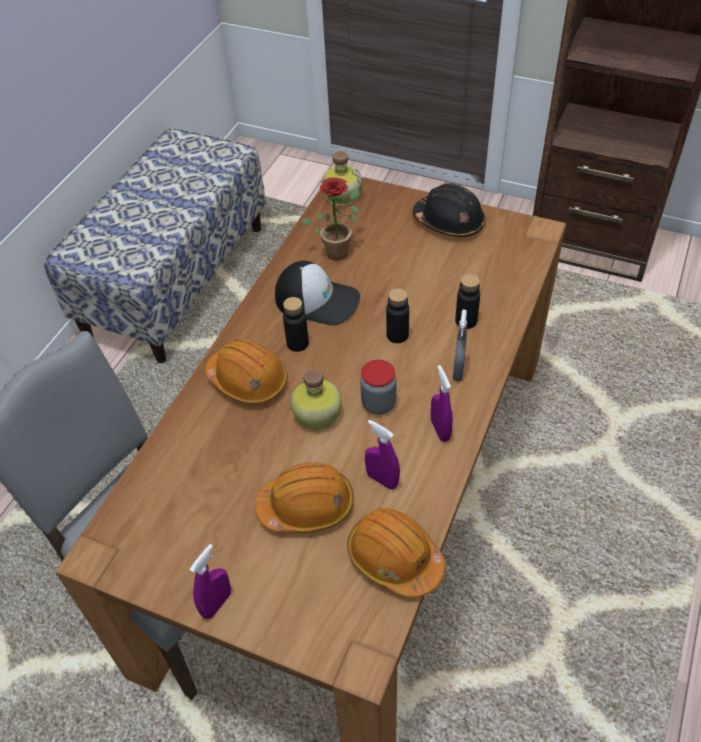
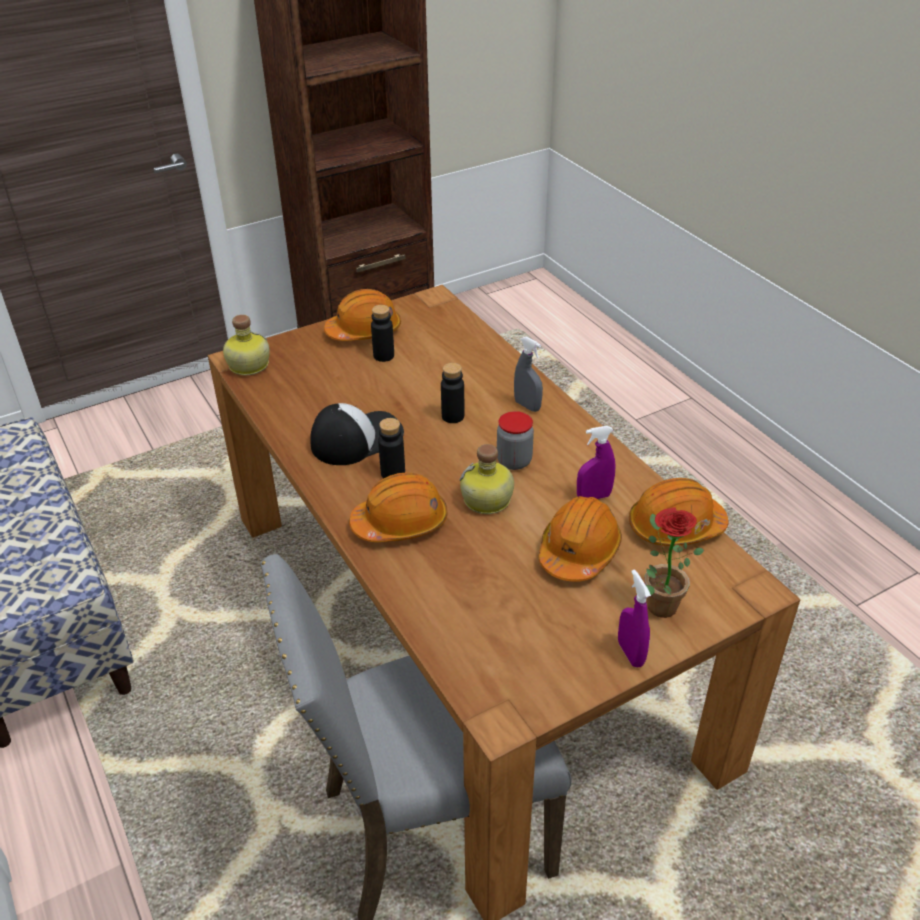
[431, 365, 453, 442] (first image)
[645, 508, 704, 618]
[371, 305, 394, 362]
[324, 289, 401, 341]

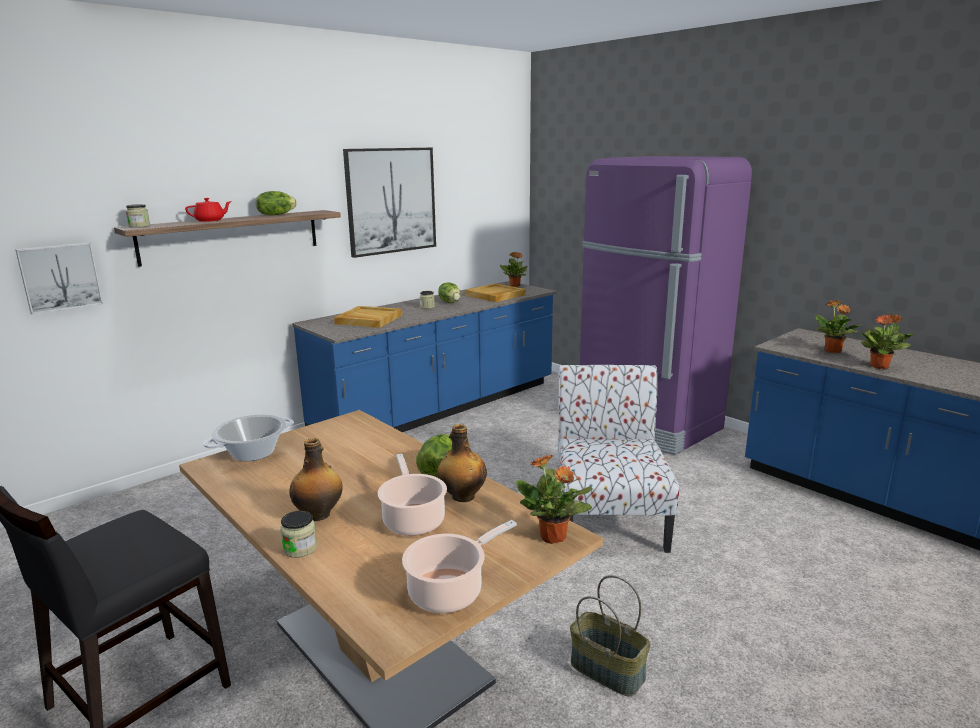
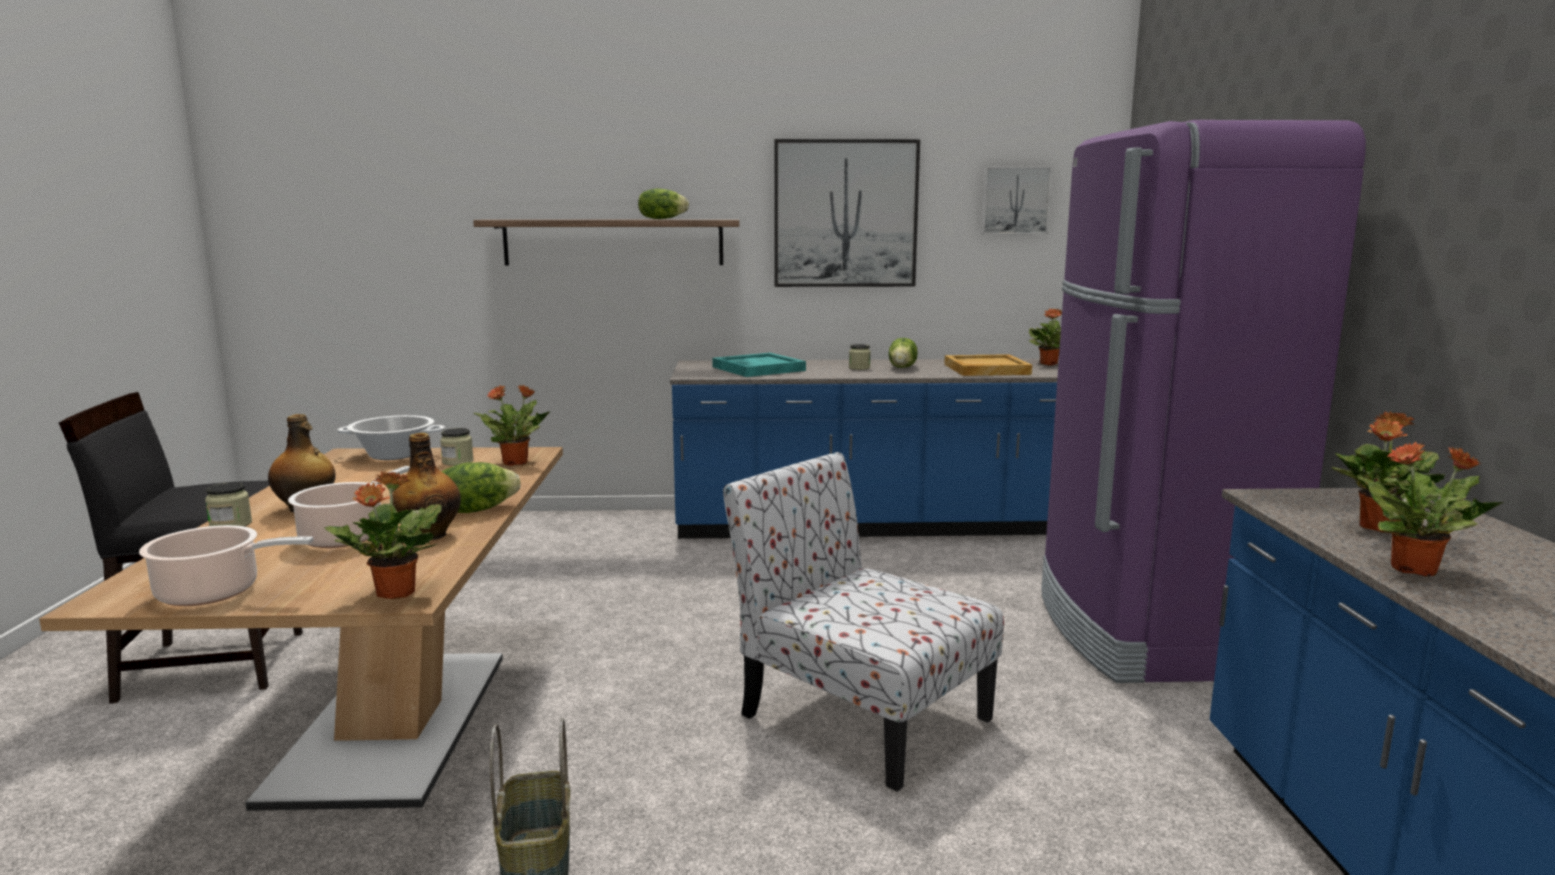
[185, 198, 232, 222] (first image)
[473, 384, 551, 466]
[981, 166, 1052, 234]
[440, 428, 474, 466]
[712, 353, 806, 377]
[723, 452, 1004, 792]

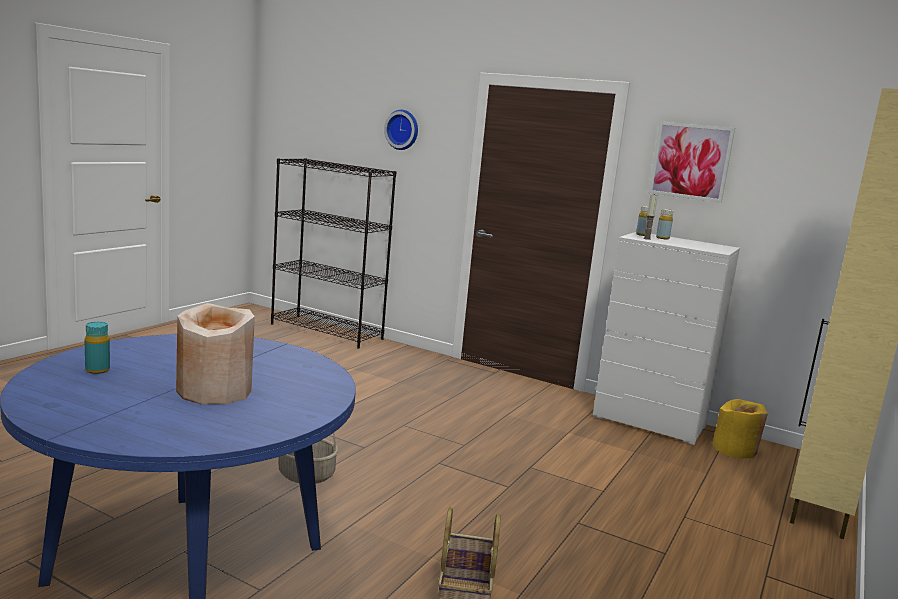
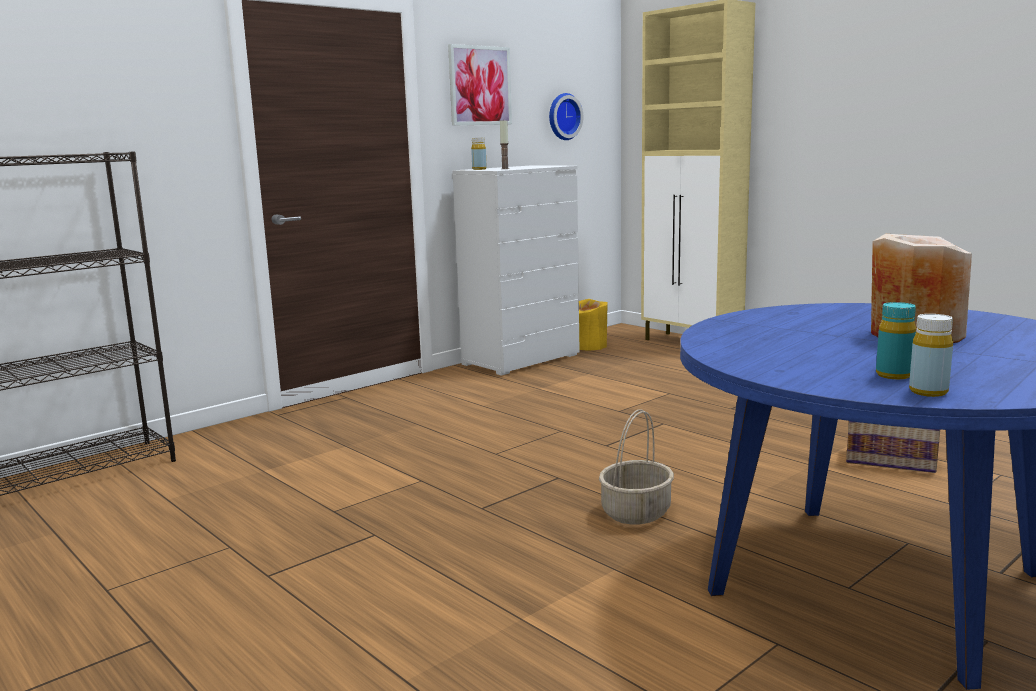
[549, 93, 583, 140]
[909, 314, 953, 397]

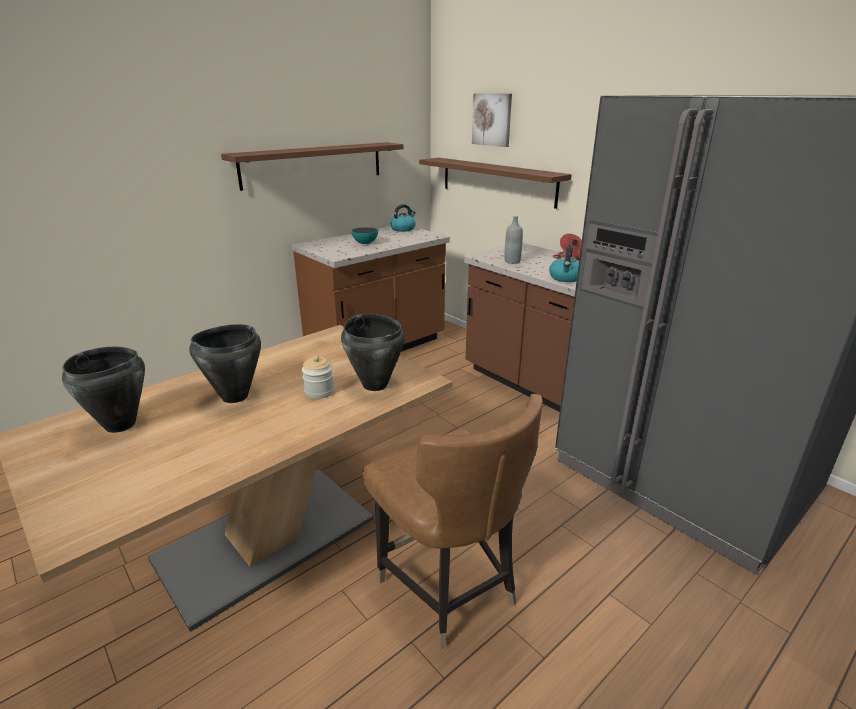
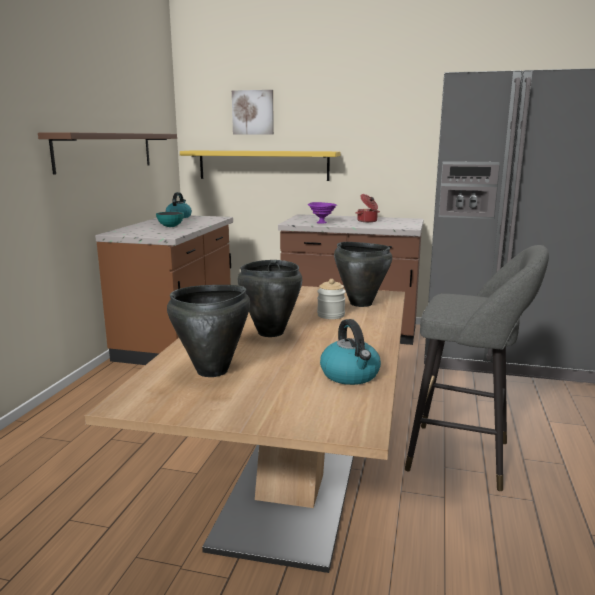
[320, 319, 381, 385]
[405, 245, 549, 491]
[308, 202, 337, 223]
[180, 151, 341, 181]

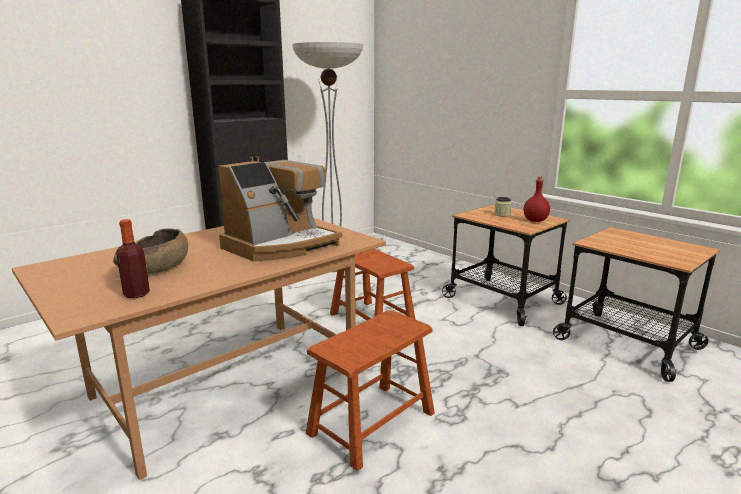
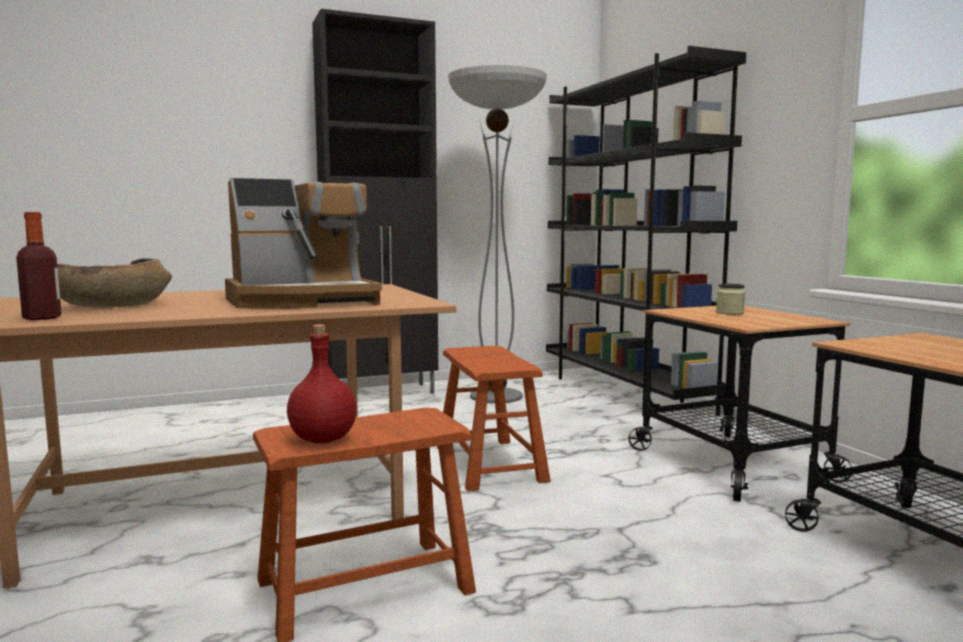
[546, 46, 746, 416]
[287, 324, 357, 443]

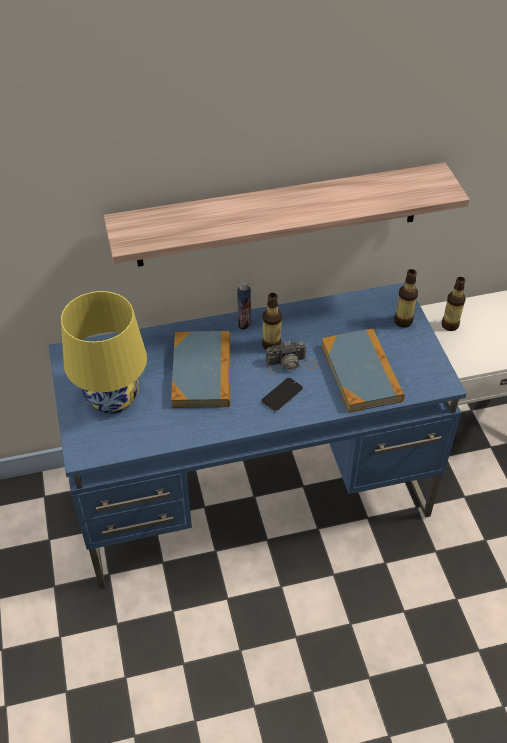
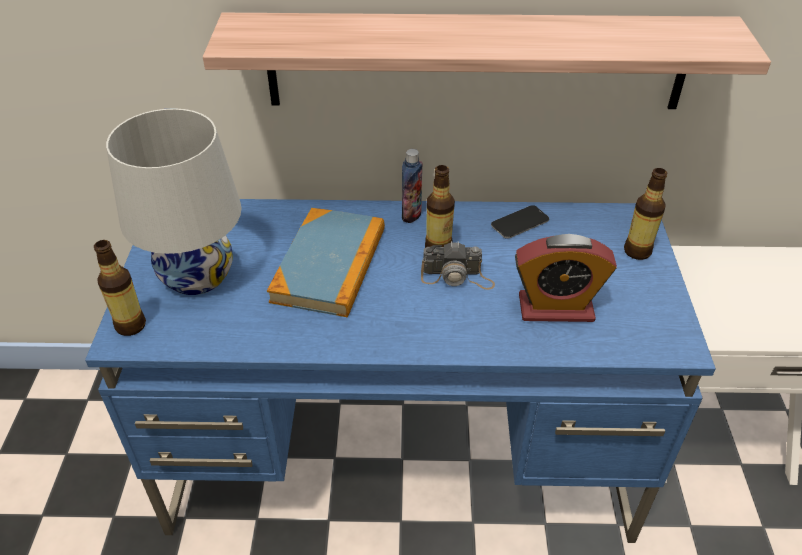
[491, 205, 549, 239]
[94, 240, 146, 336]
[515, 234, 617, 322]
[106, 108, 241, 295]

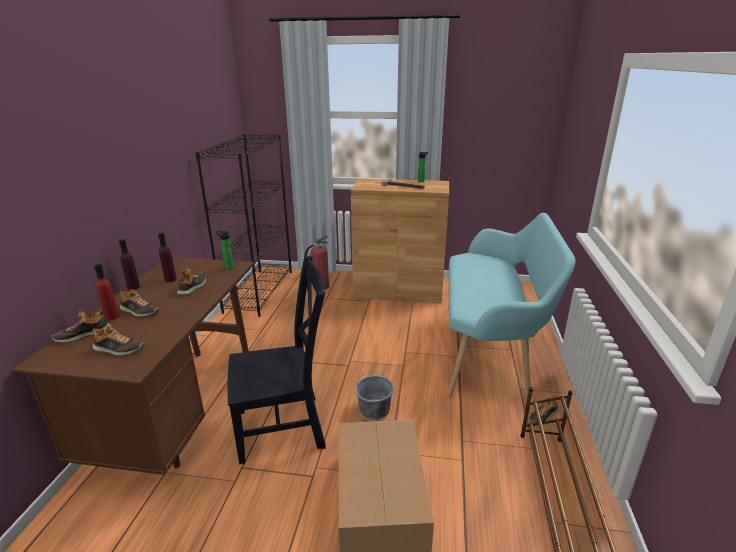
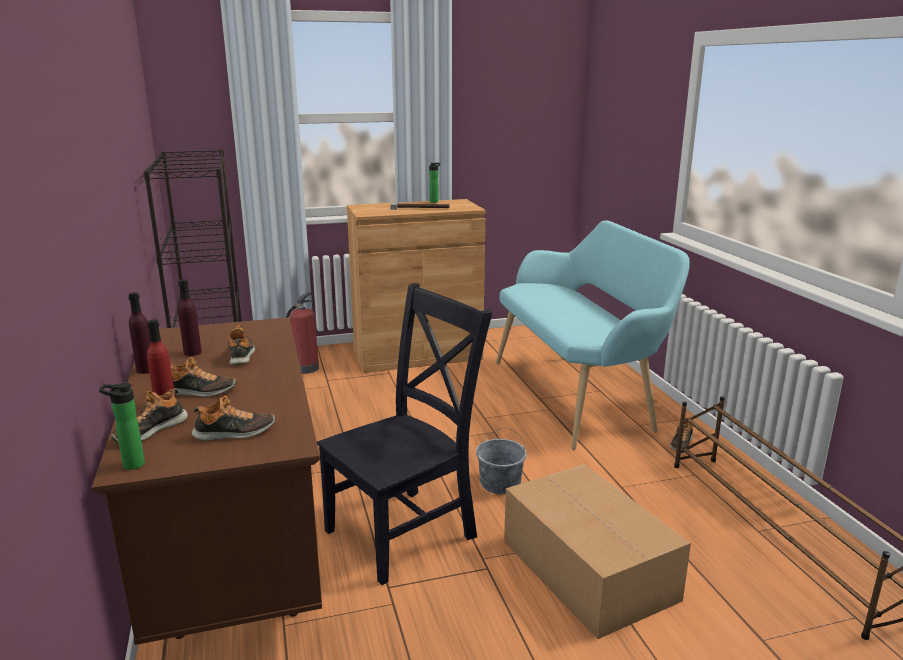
[99, 383, 145, 470]

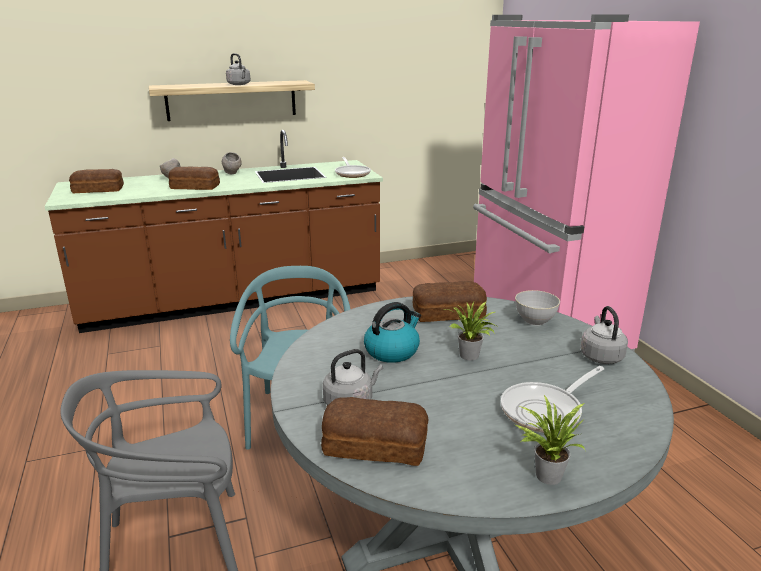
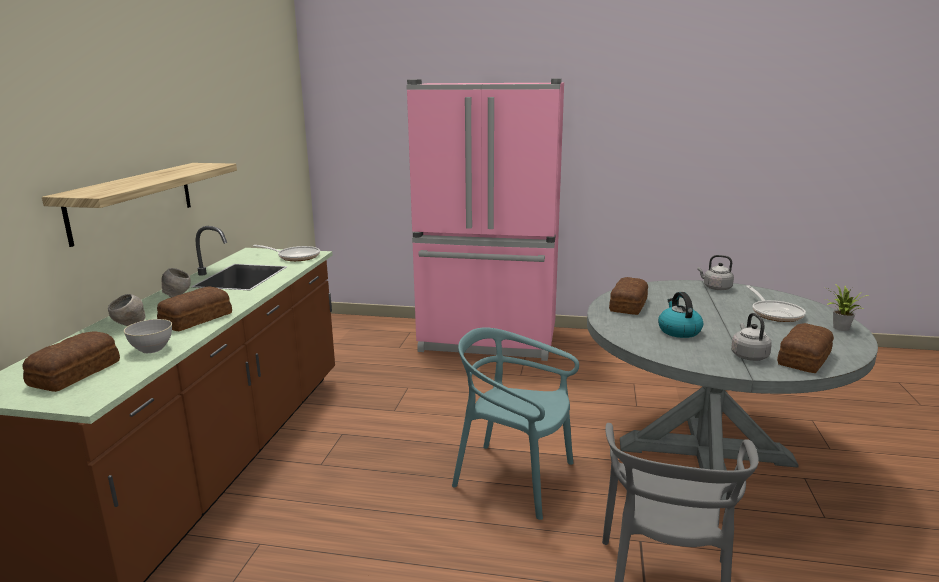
[226, 53, 250, 85] (first image)
[445, 302, 496, 361] (first image)
[124, 319, 172, 353]

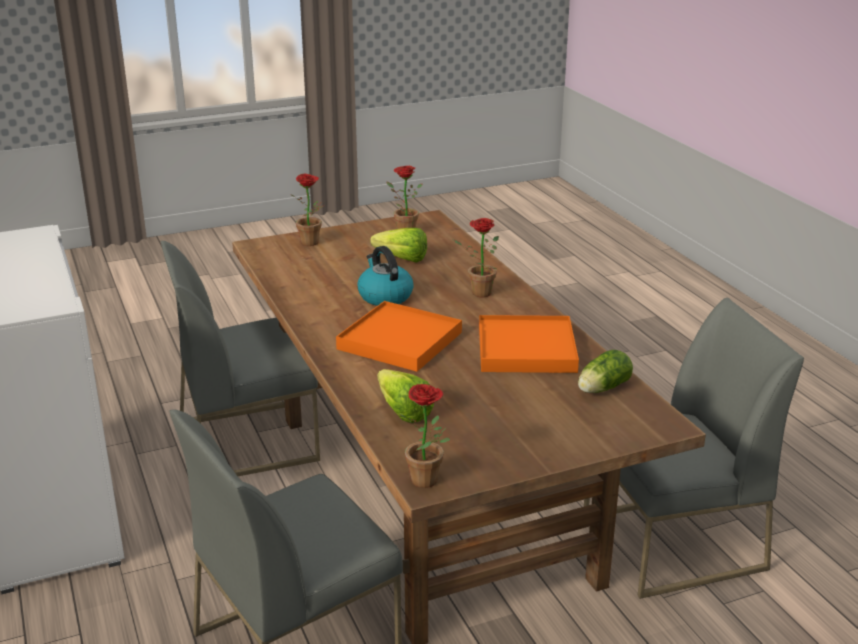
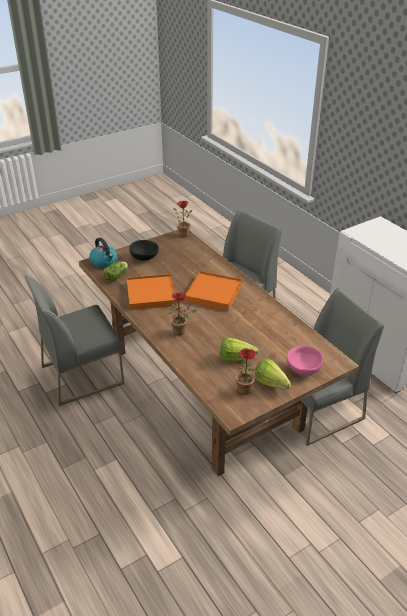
[129, 240, 159, 261]
[89, 238, 118, 268]
[255, 359, 291, 389]
[287, 346, 323, 376]

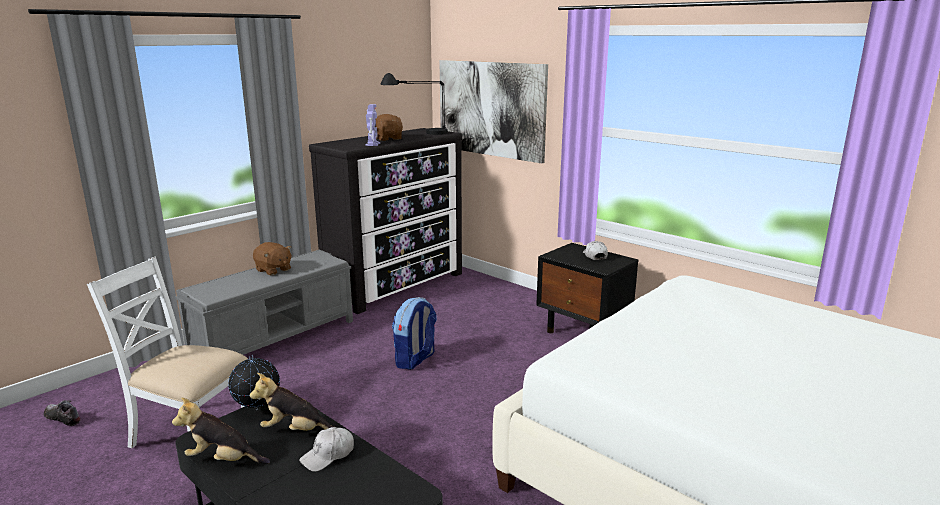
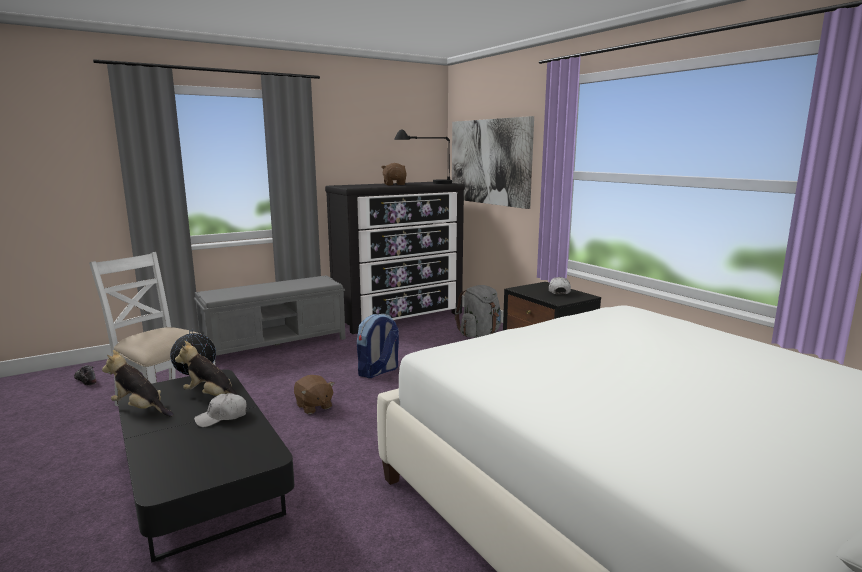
[365, 104, 380, 146] (first image)
[455, 285, 501, 338]
[294, 375, 334, 414]

